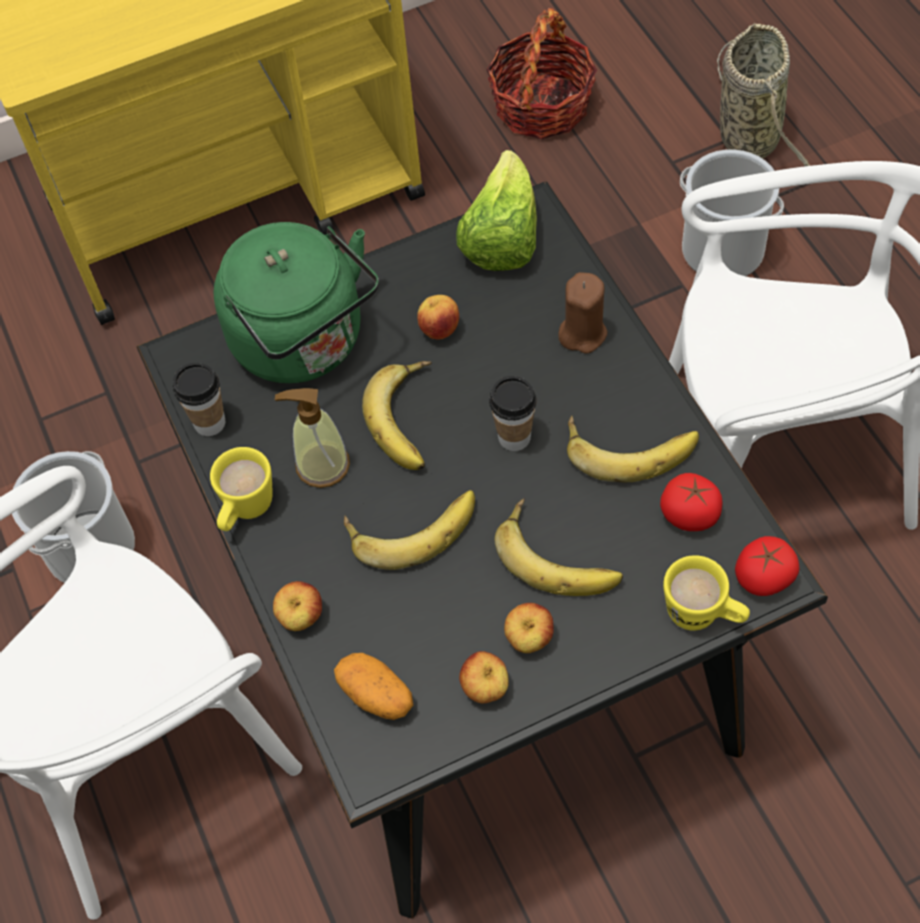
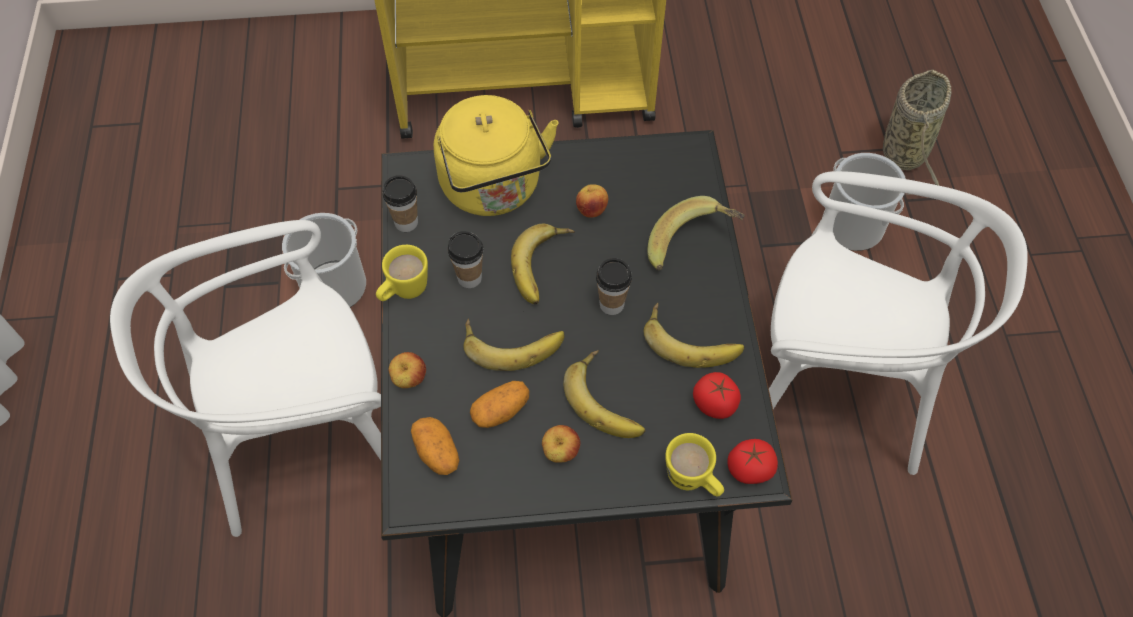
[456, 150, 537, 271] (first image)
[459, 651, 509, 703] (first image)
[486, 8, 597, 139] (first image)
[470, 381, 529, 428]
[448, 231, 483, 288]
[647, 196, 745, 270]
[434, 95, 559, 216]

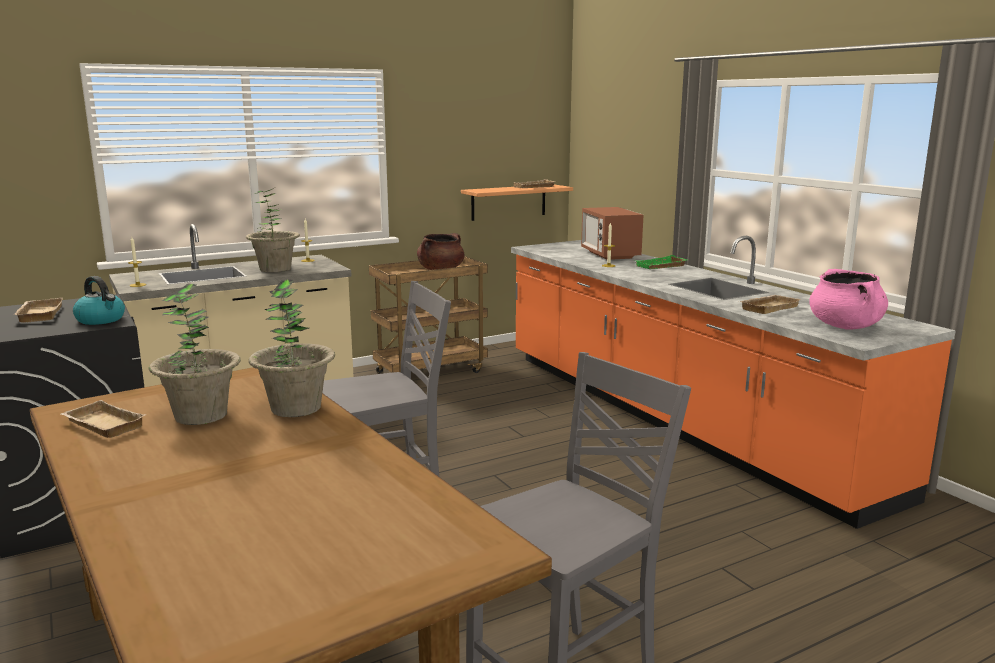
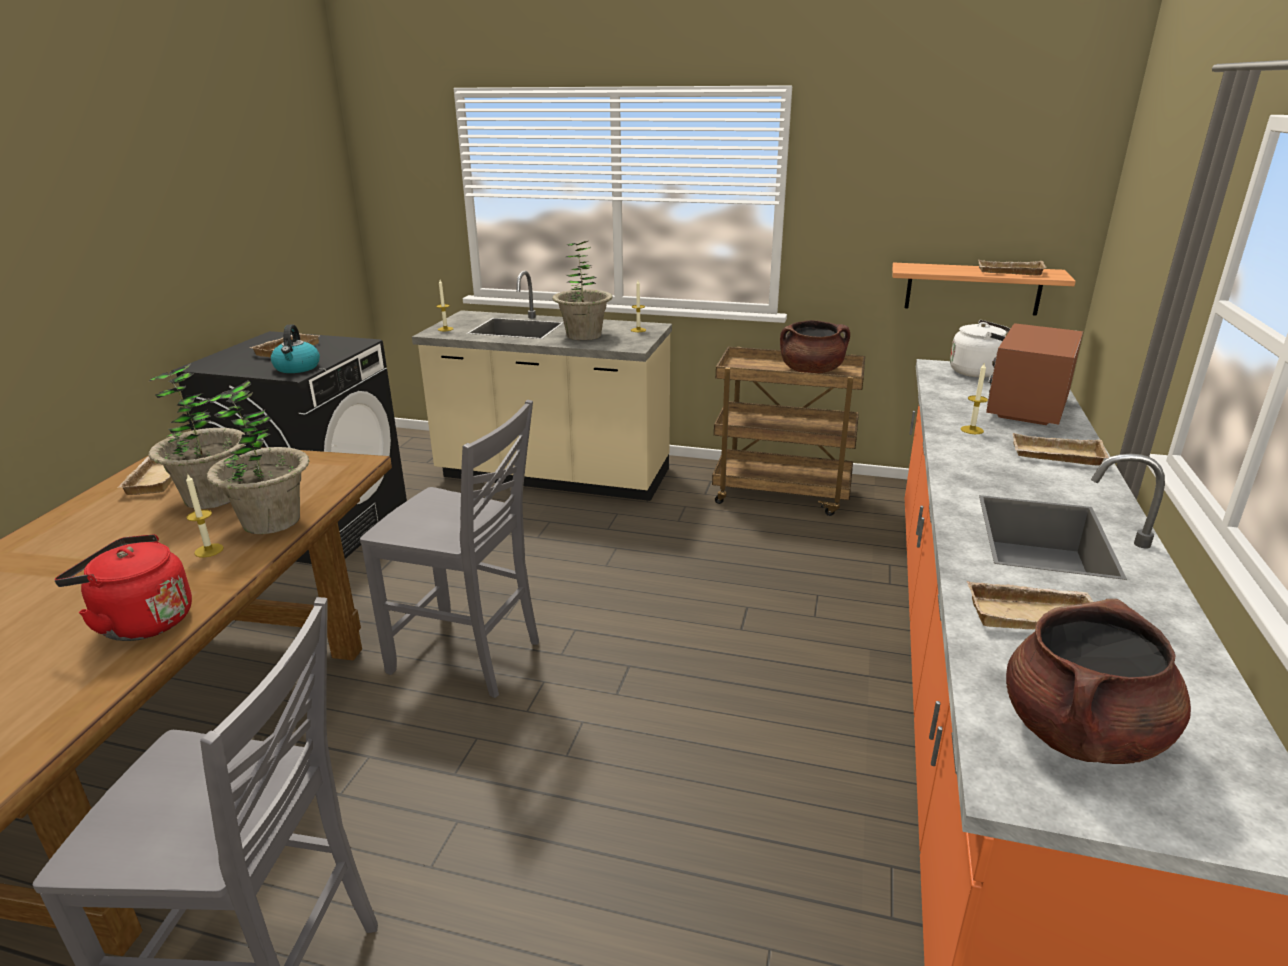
[54, 534, 192, 641]
[186, 473, 224, 558]
[950, 320, 1010, 377]
[1013, 433, 1109, 466]
[1006, 599, 1191, 764]

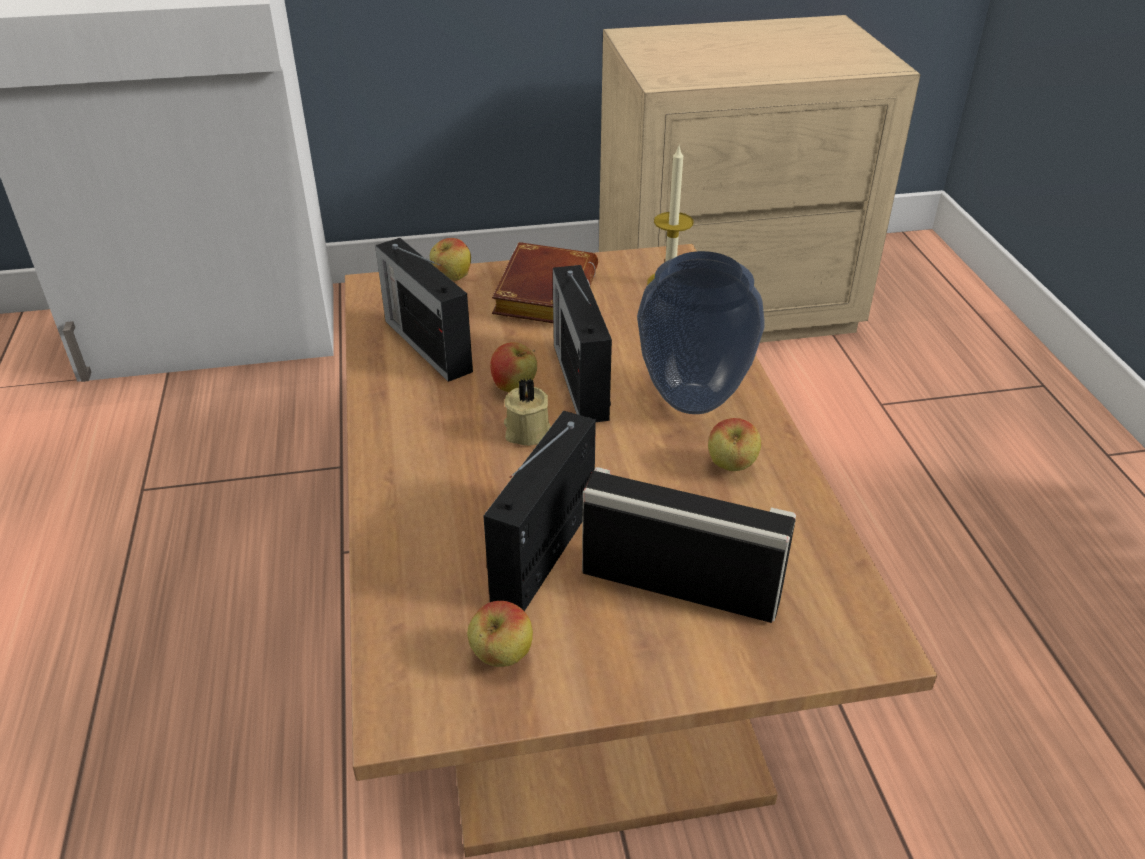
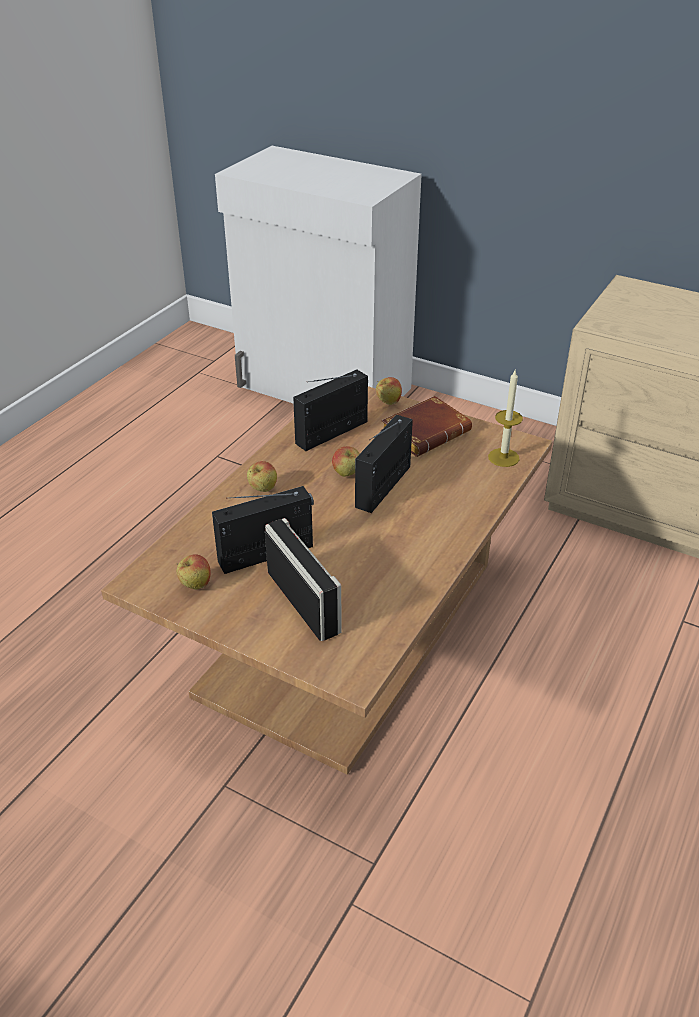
[504, 378, 551, 446] (first image)
[637, 251, 765, 414] (first image)
[247, 461, 277, 492]
[293, 369, 368, 451]

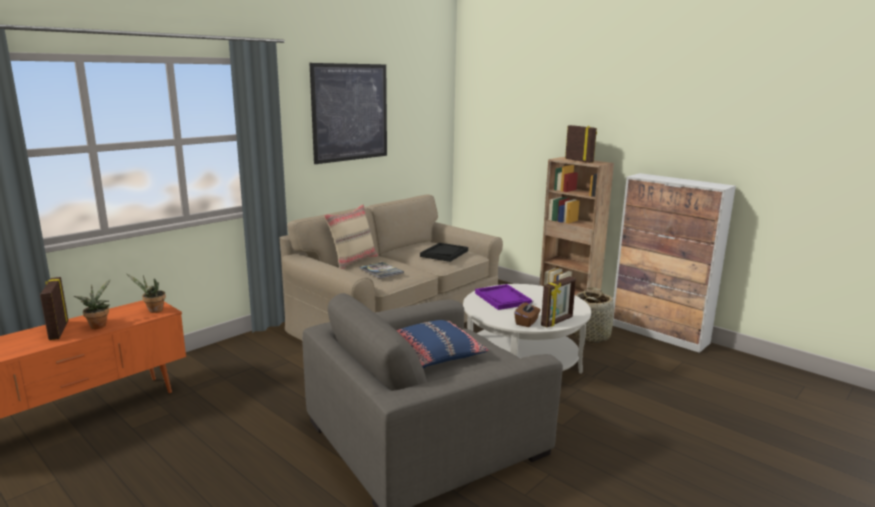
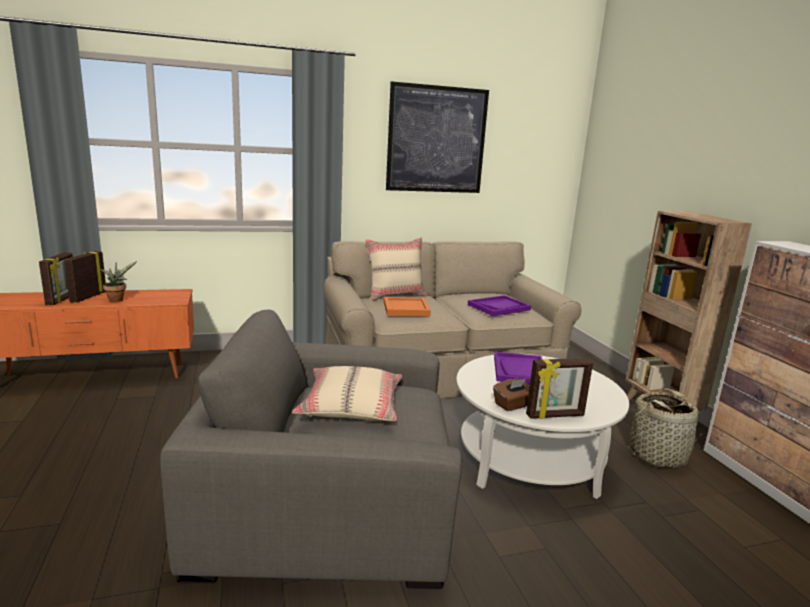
[127, 274, 166, 313] (first image)
[39, 252, 73, 305]
[384, 297, 431, 316]
[292, 366, 402, 421]
[468, 295, 531, 316]

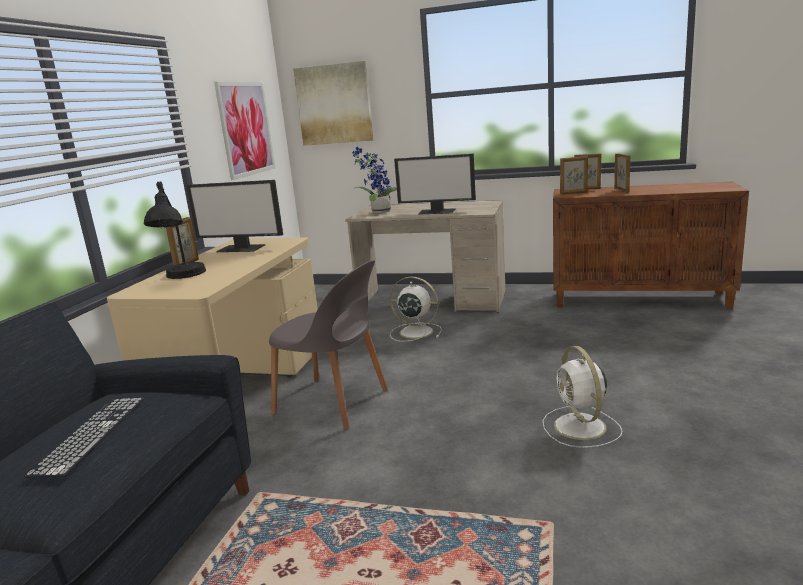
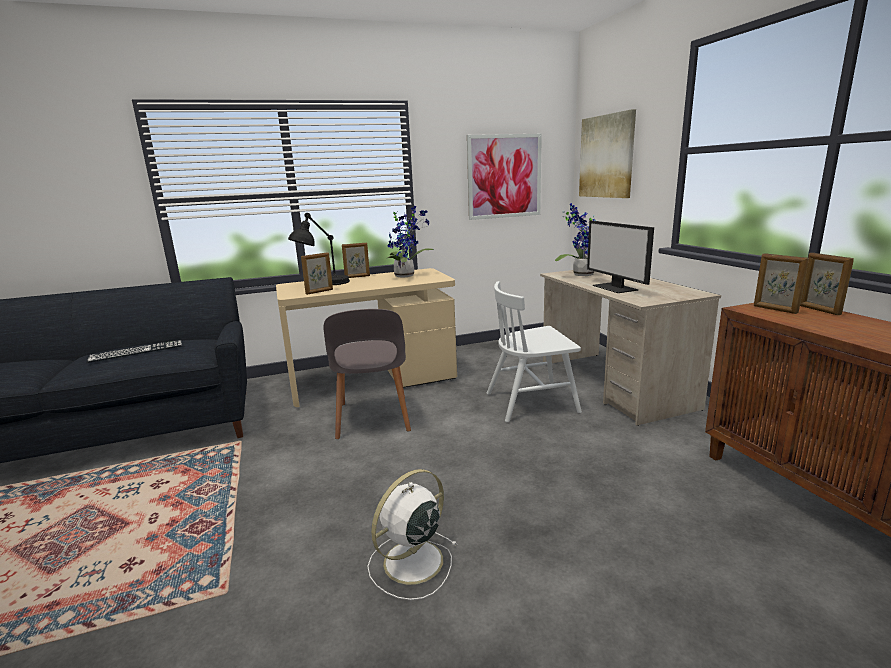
[301, 252, 333, 295]
[386, 205, 434, 278]
[486, 281, 582, 422]

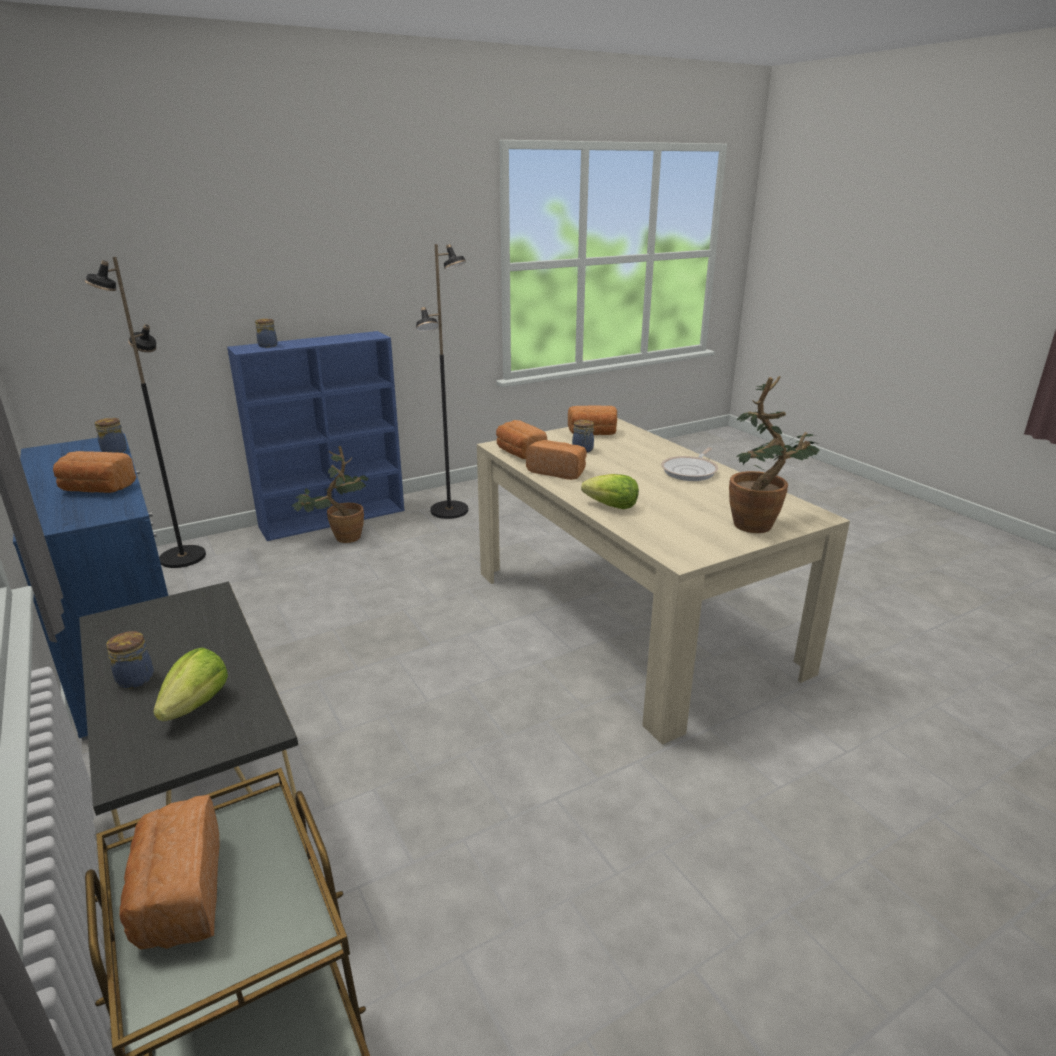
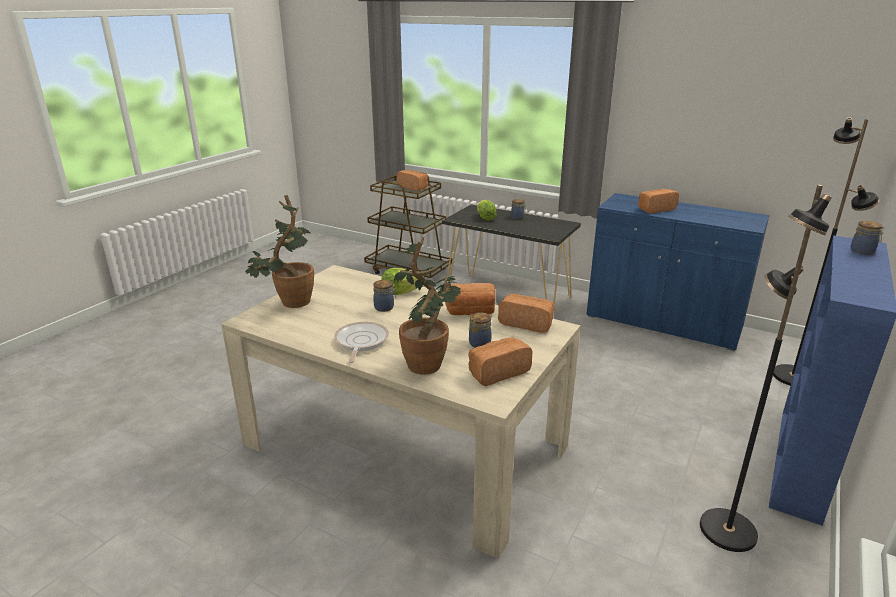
[373, 280, 396, 312]
[394, 237, 461, 375]

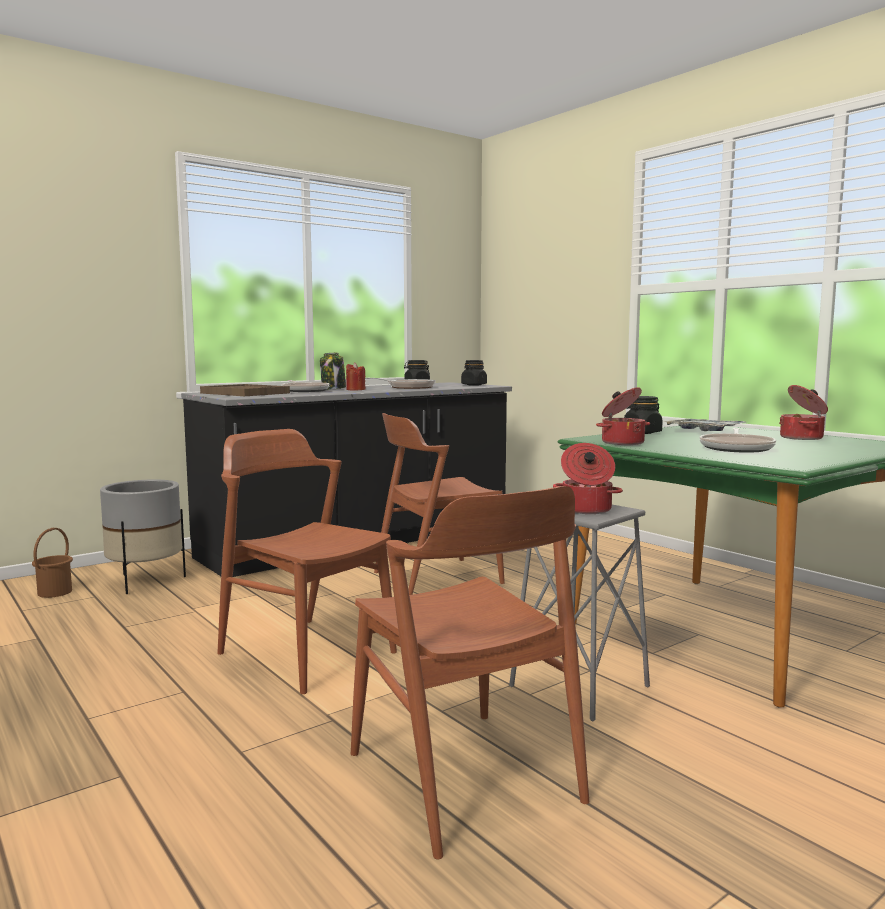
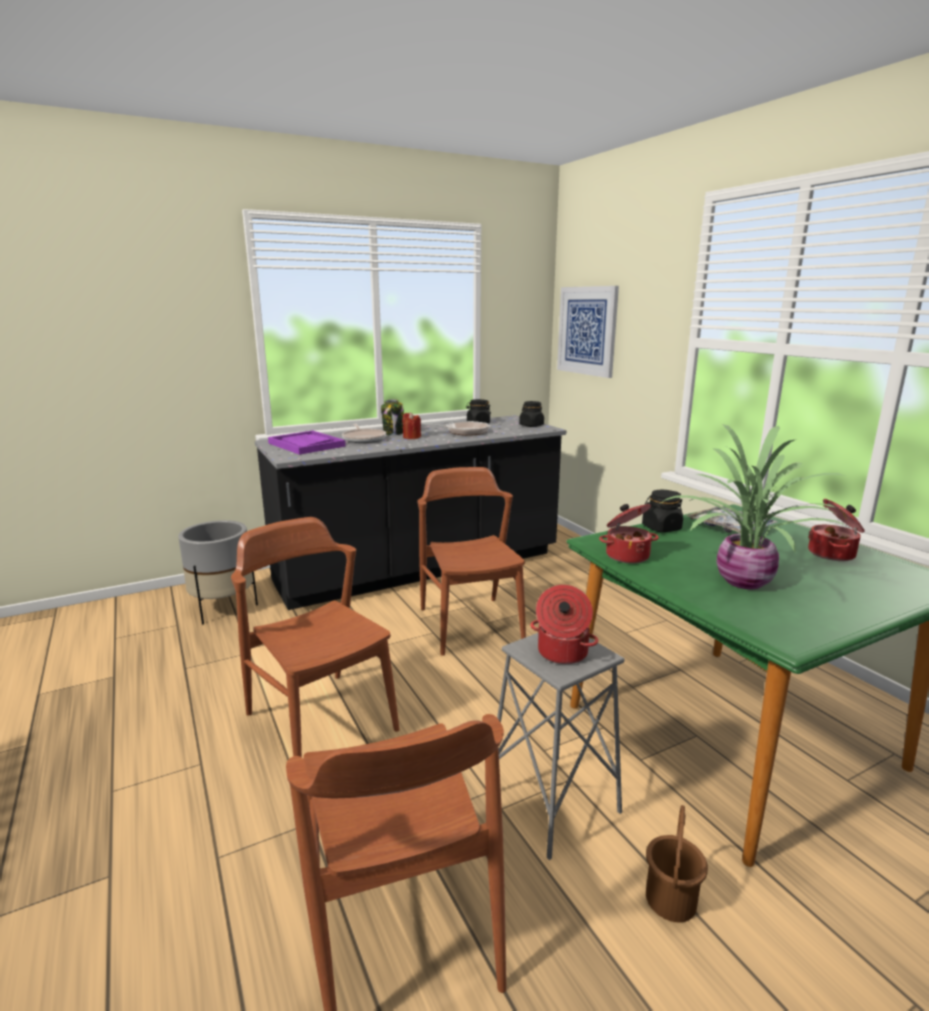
[557, 286, 619, 378]
[646, 805, 708, 923]
[661, 424, 851, 589]
[268, 431, 346, 455]
[418, 467, 526, 656]

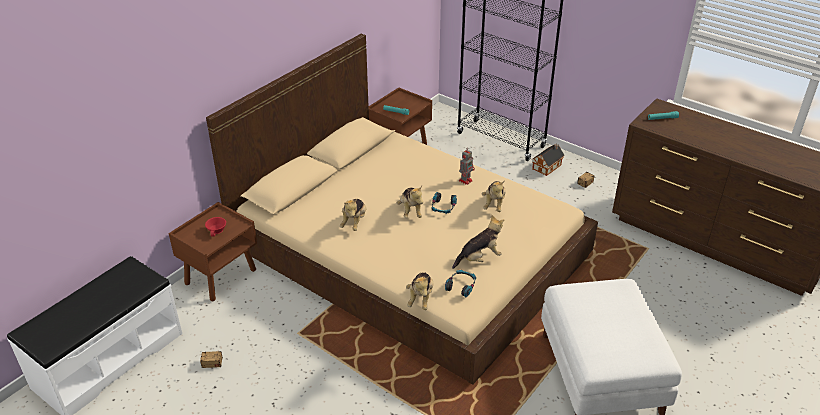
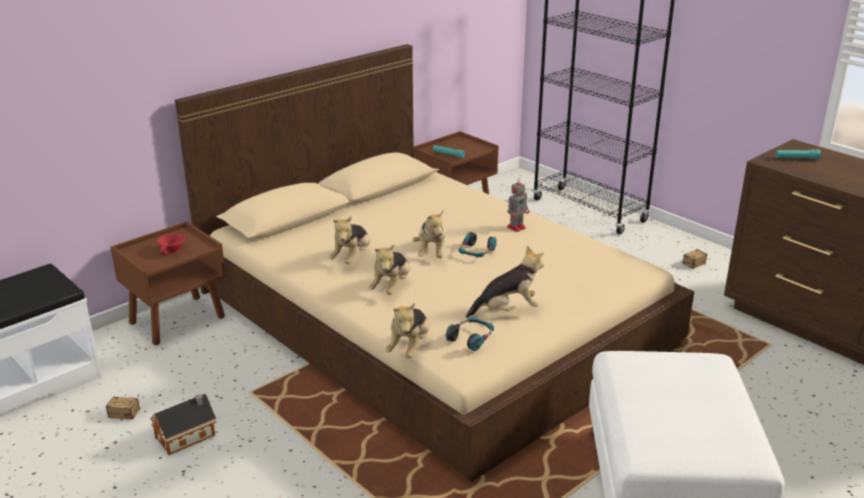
[369, 245, 410, 295]
[150, 394, 216, 455]

